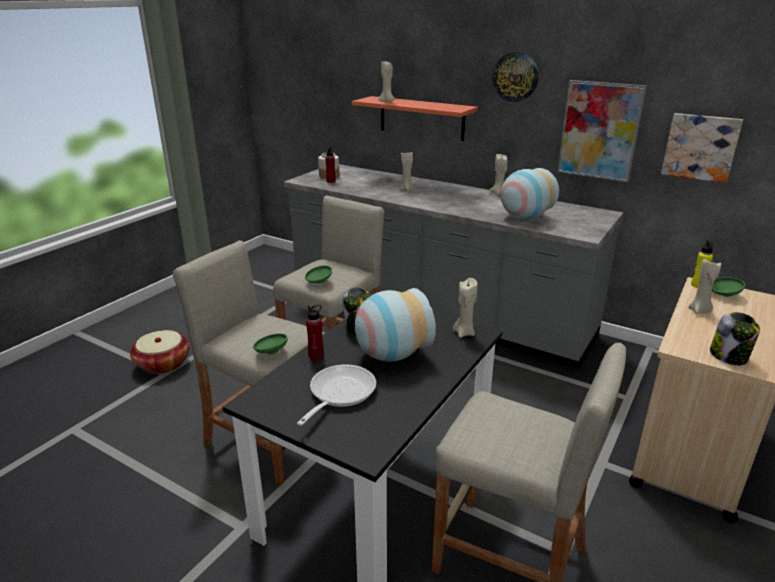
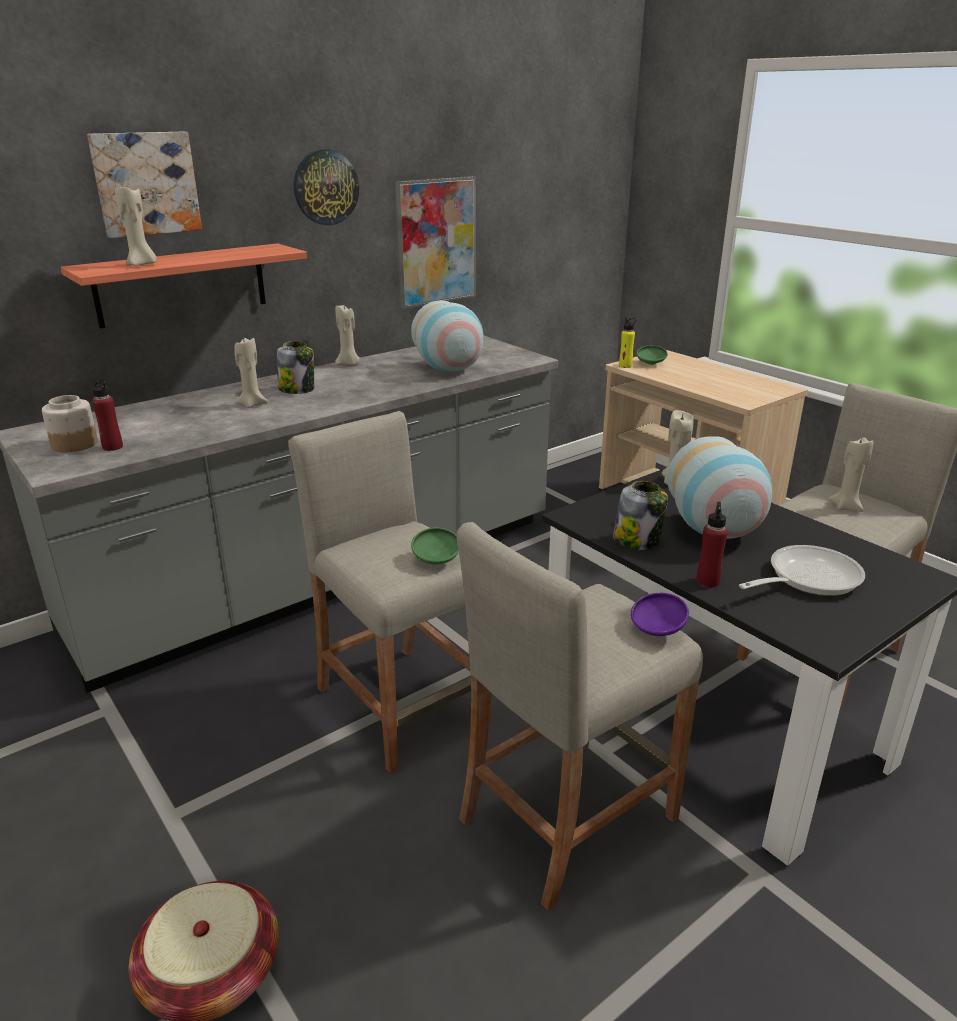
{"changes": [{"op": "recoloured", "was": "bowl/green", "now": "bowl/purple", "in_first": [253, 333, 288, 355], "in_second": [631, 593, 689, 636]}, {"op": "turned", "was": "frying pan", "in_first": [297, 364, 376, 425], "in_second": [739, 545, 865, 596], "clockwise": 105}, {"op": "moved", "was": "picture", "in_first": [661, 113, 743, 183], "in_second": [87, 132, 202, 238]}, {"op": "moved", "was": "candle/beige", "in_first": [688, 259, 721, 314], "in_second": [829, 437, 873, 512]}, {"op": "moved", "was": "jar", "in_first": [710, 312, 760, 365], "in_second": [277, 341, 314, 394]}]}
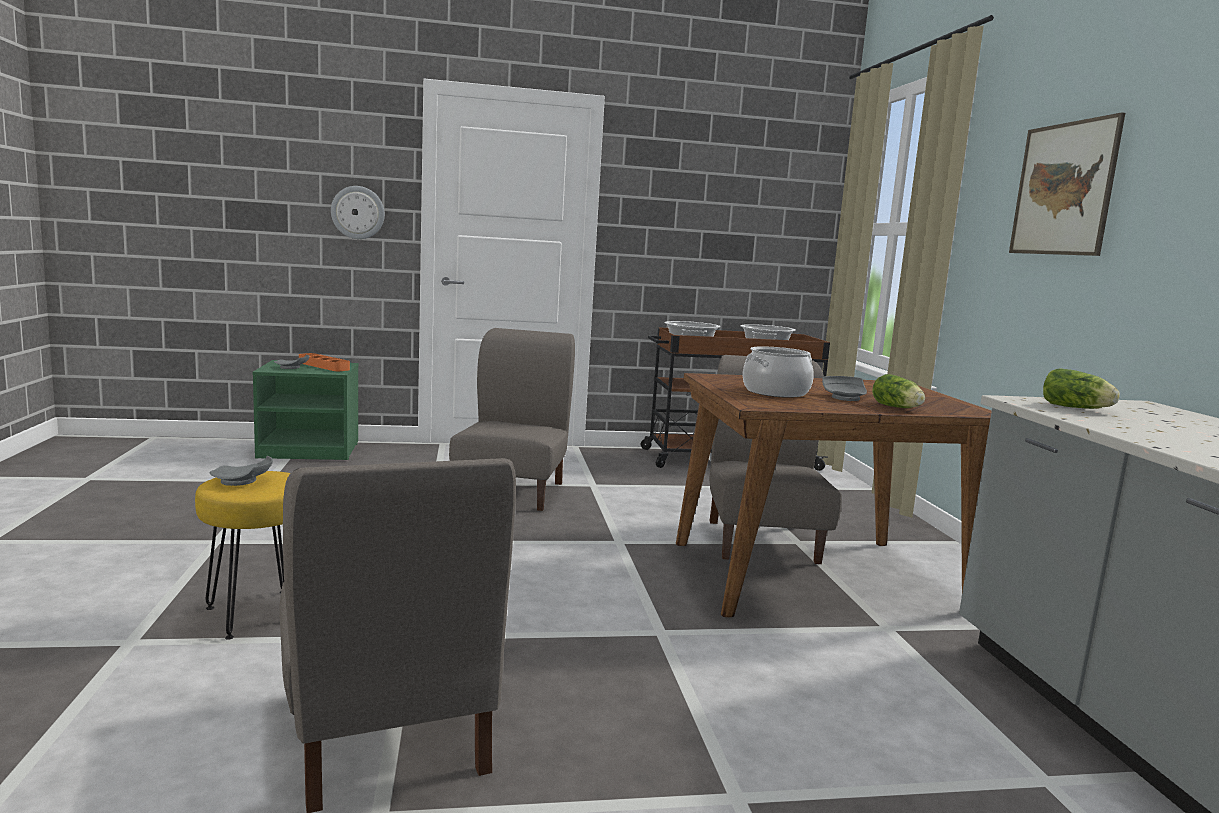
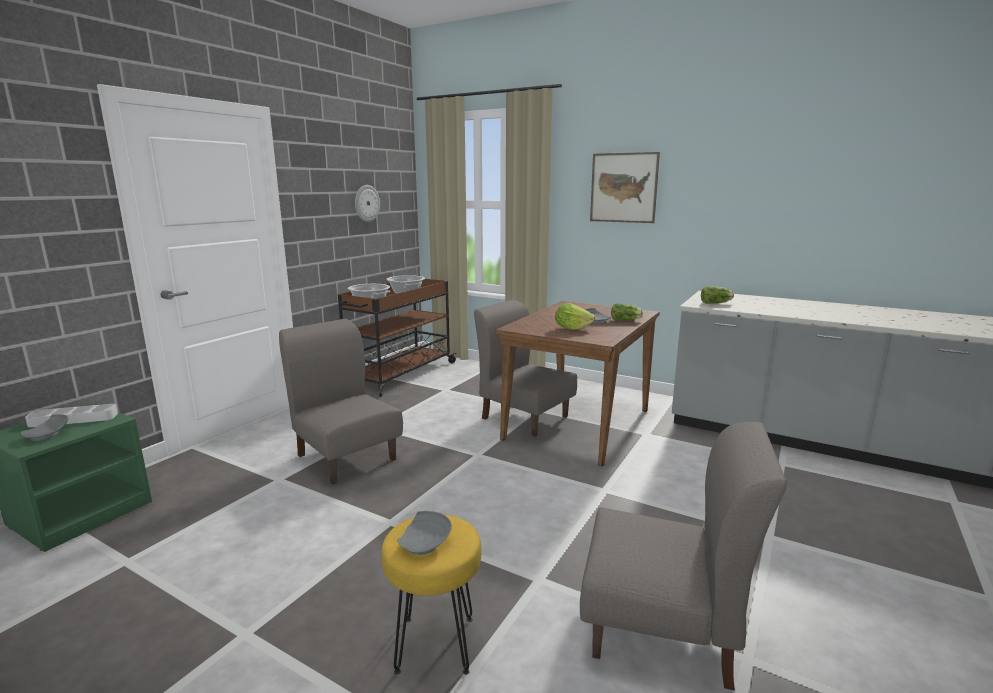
{"changes": [{"op": "recoloured", "was": "tray/orange", "now": "tray/grey", "in_first": [299, 353, 350, 371], "in_second": [25, 404, 118, 427]}, {"op": "moved", "was": "wall clock", "in_first": [331, 186, 385, 239], "in_second": [355, 185, 380, 222]}, {"op": "replaced", "was": "cooking pot", "now": "lettuce", "in_first": [743, 346, 814, 398], "in_second": [555, 303, 596, 330]}]}
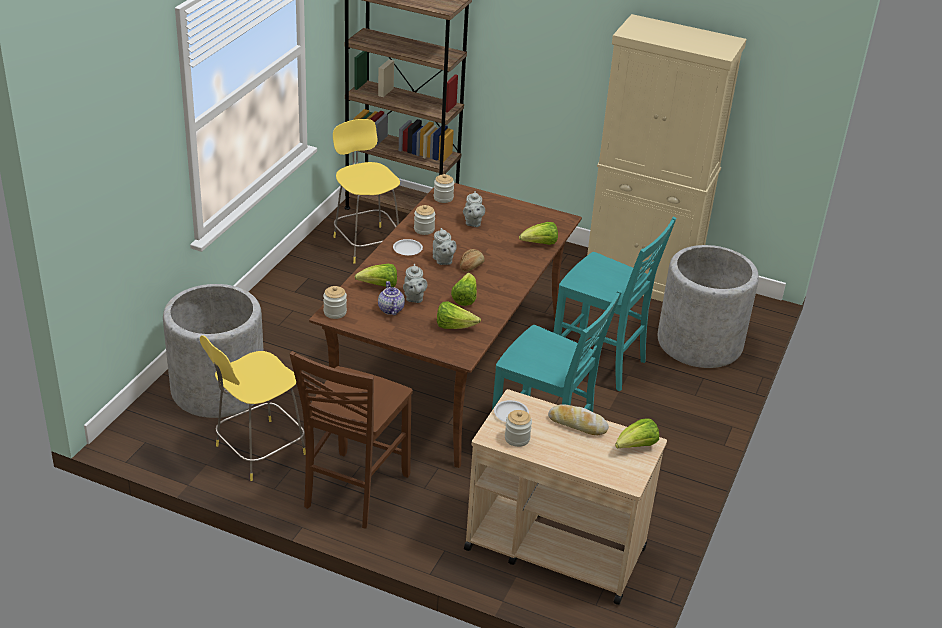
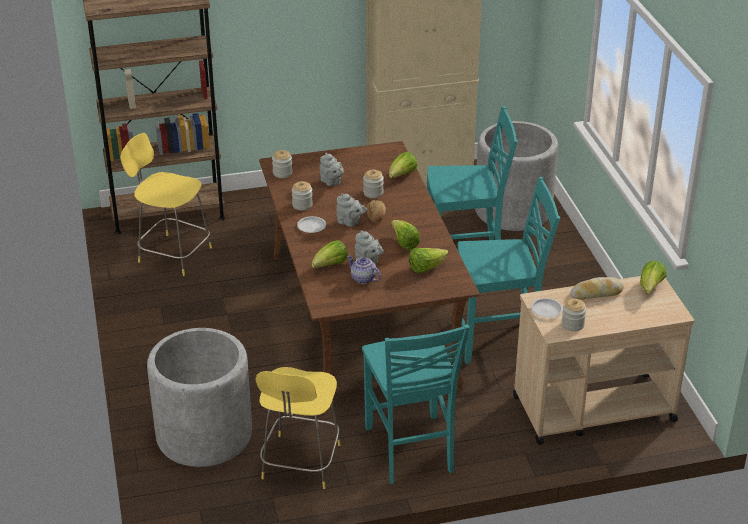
{"changes": [{"op": "recoloured", "was": "chair/brown", "now": "chair/turquoise", "in_first": [290, 351, 413, 529], "in_second": [362, 324, 470, 484]}, {"op": "moved", "was": "jar", "in_first": [323, 286, 347, 319], "in_second": [363, 170, 384, 198]}]}
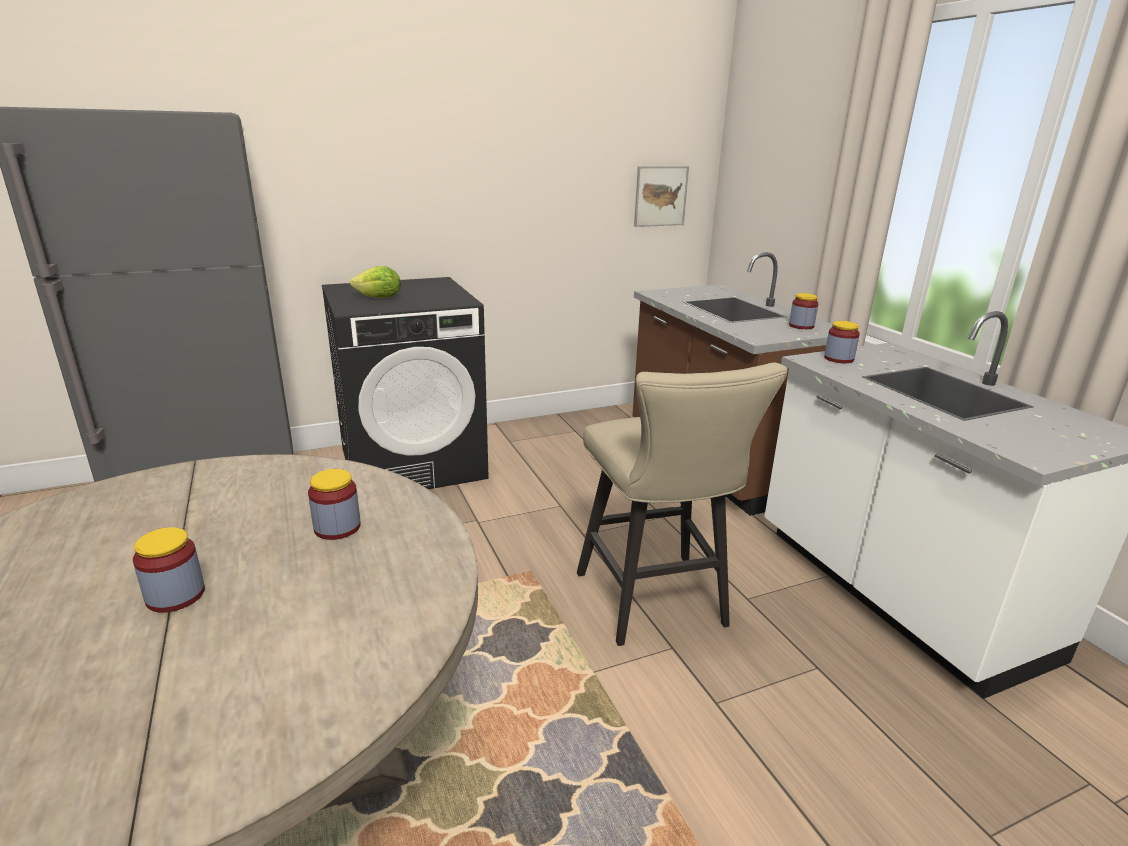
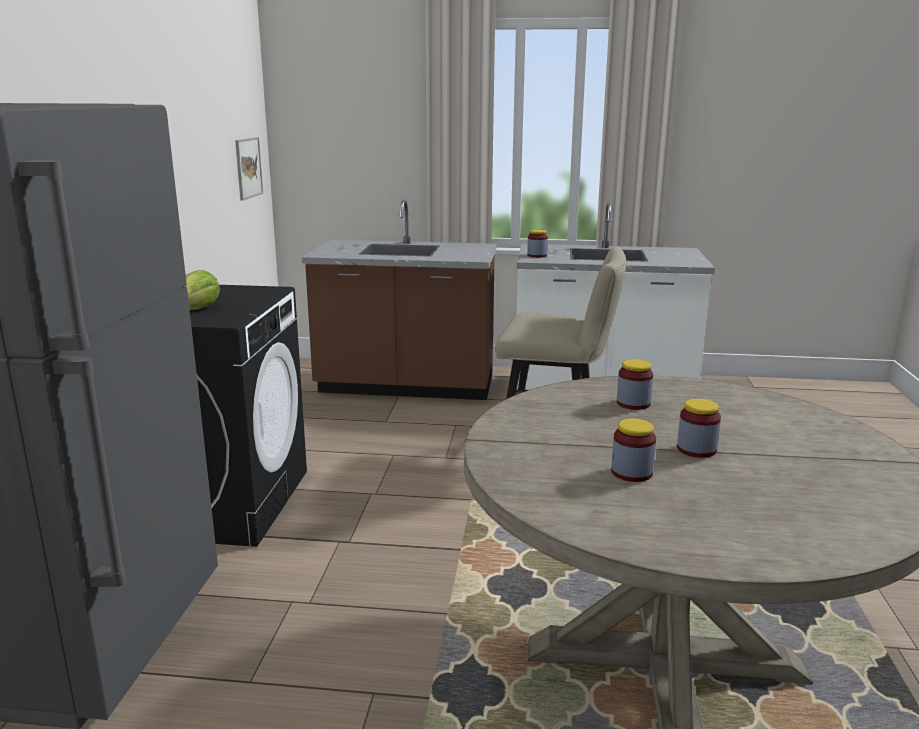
{"changes": [{"op": "moved", "was": "jar", "in_first": [789, 293, 819, 329], "in_second": [611, 418, 656, 482]}]}
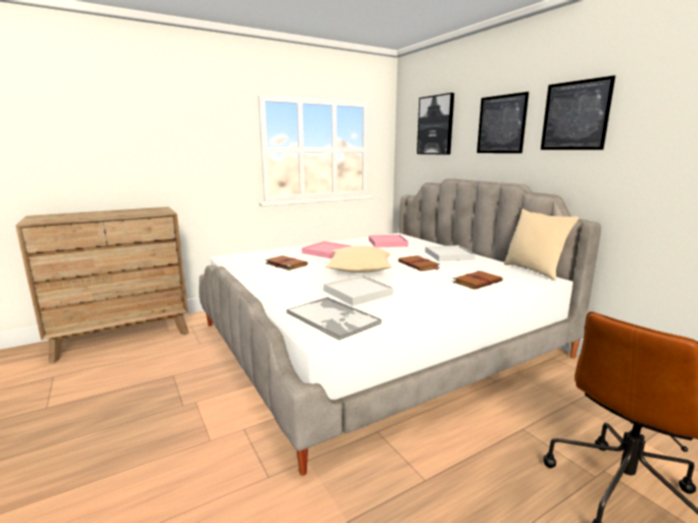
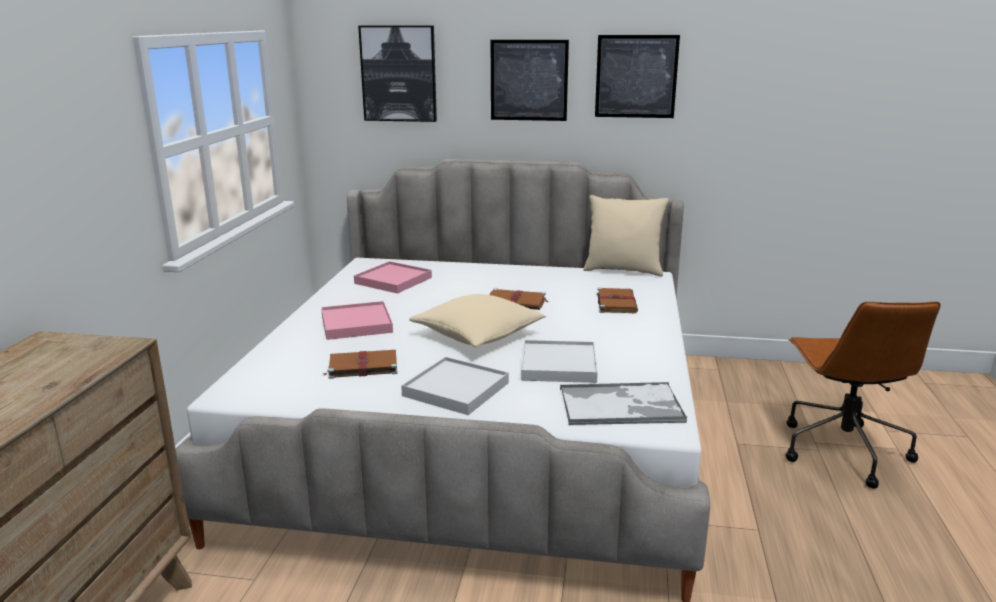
{"changes": [{"op": "moved", "was": "tray/white", "in_first": [425, 245, 476, 261], "in_second": [401, 357, 509, 415]}]}
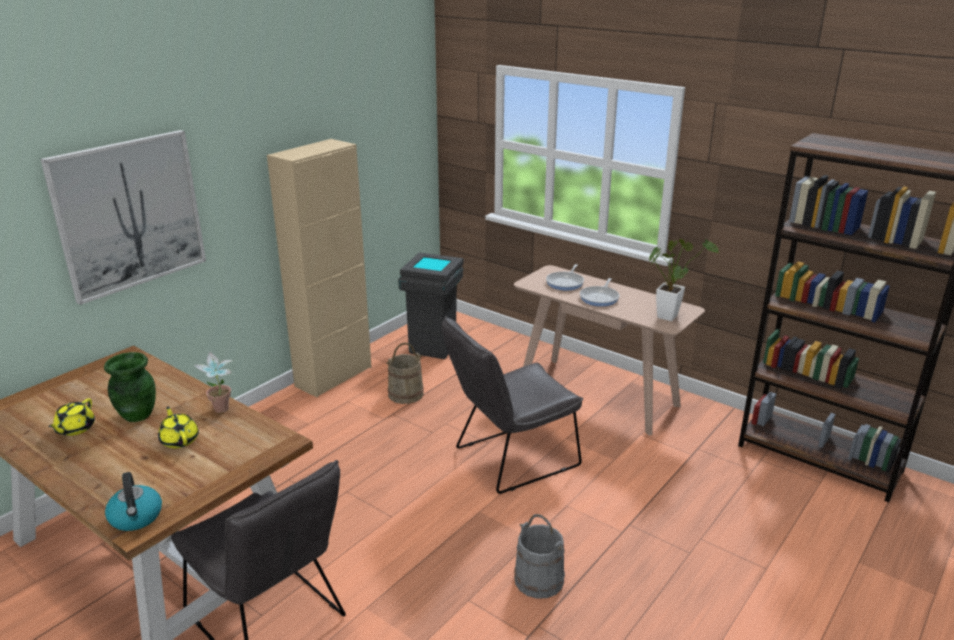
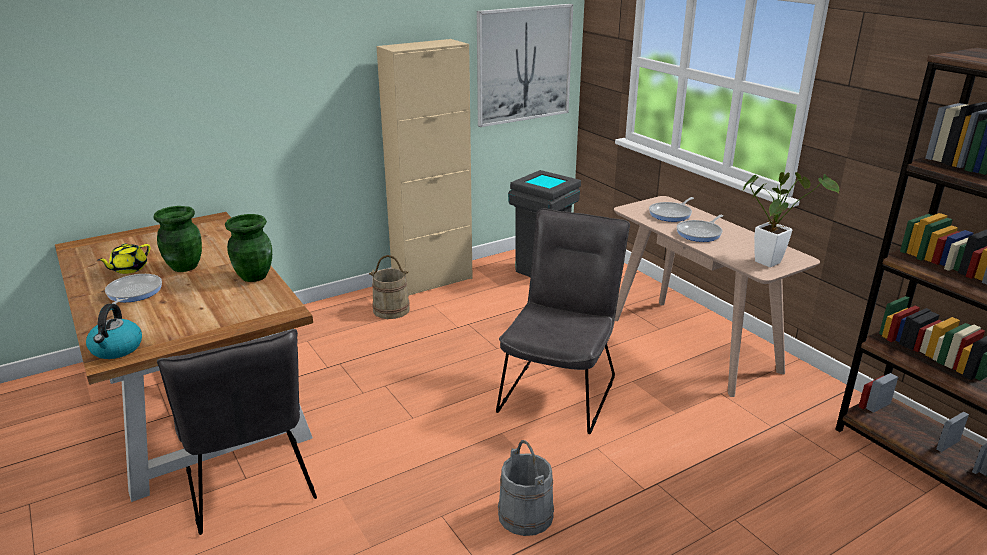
{"changes": [{"op": "moved", "was": "picture", "in_first": [41, 130, 206, 305], "in_second": [477, 4, 573, 127]}, {"op": "removed", "was": "teapot/yellow", "in_first": [158, 406, 199, 448]}, {"op": "replaced", "was": "potted plant", "now": "vase/green", "in_first": [194, 351, 233, 413], "in_second": [225, 214, 272, 282]}, {"op": "moved", "was": "bucket/beige", "in_first": [386, 343, 424, 404], "in_second": [369, 255, 410, 319]}, {"op": "turned", "was": "chair/grey", "in_first": [441, 316, 583, 494], "in_second": [496, 208, 630, 434], "clockwise": 120}, {"op": "added", "now": "frying pan", "in_second": [105, 274, 162, 304]}]}
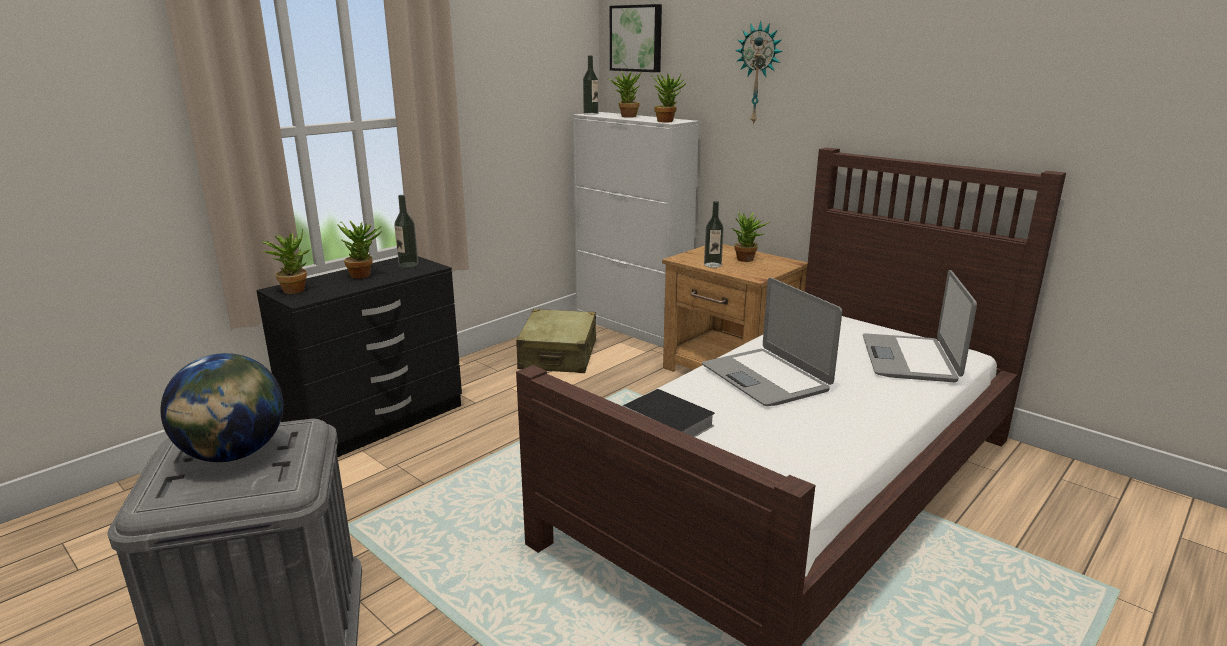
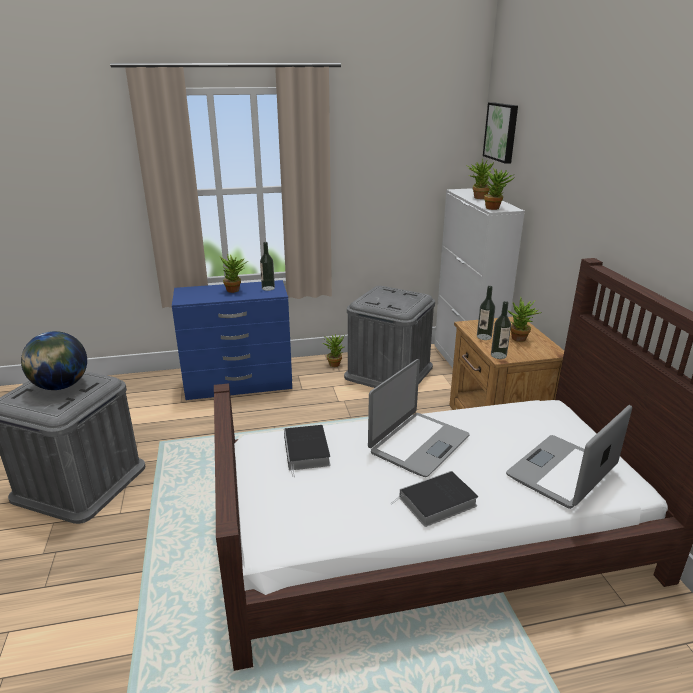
{"changes": [{"op": "recoloured", "was": "dresser/black", "now": "dresser/blue", "in_first": [256, 256, 462, 457], "in_second": [172, 280, 292, 400]}, {"op": "moved", "was": "potted plant", "in_first": [262, 228, 310, 294], "in_second": [323, 334, 345, 367]}, {"op": "replaced", "was": "suitcase/beige", "now": "storage box/grey", "in_first": [516, 309, 596, 373], "in_second": [344, 286, 435, 388]}, {"op": "moved", "was": "bottle", "in_first": [583, 55, 598, 115], "in_second": [491, 301, 511, 359]}, {"op": "turned", "was": "laptop", "in_first": [702, 278, 842, 406], "in_second": [368, 359, 470, 477], "clockwise": -150}, {"op": "removed", "was": "wall clock", "in_first": [735, 21, 783, 125]}, {"op": "added", "now": "book", "in_second": [391, 471, 478, 527]}]}
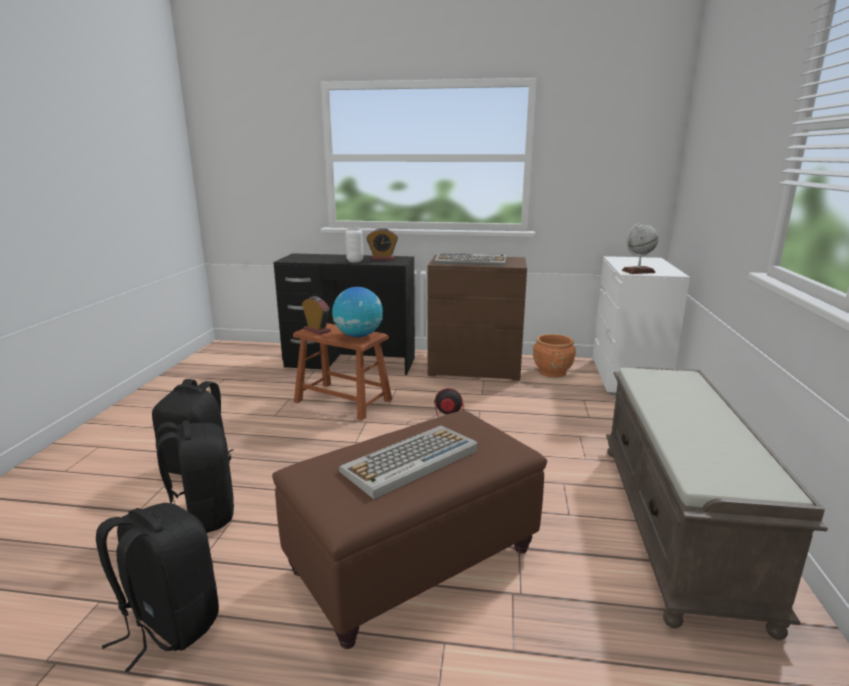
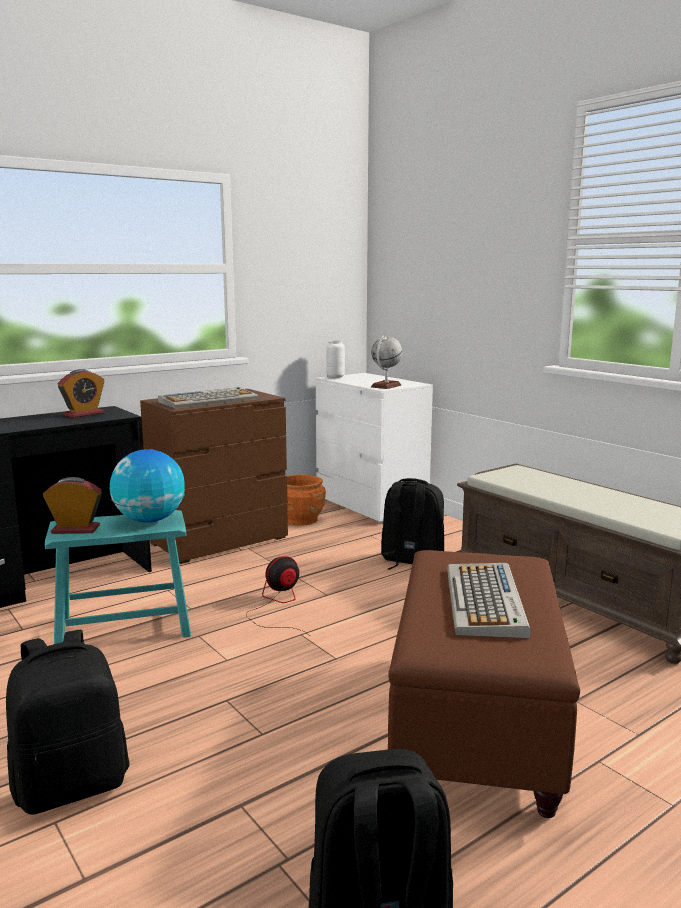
{"changes": [{"op": "moved", "was": "backpack/black", "in_first": [157, 420, 234, 533], "in_second": [381, 478, 444, 570]}, {"op": "recoloured", "was": "stool/brown", "now": "stool/turquoise", "in_first": [293, 323, 392, 421], "in_second": [45, 510, 191, 644]}, {"op": "moved", "was": "vase/white", "in_first": [345, 227, 363, 263], "in_second": [326, 340, 345, 379]}]}
